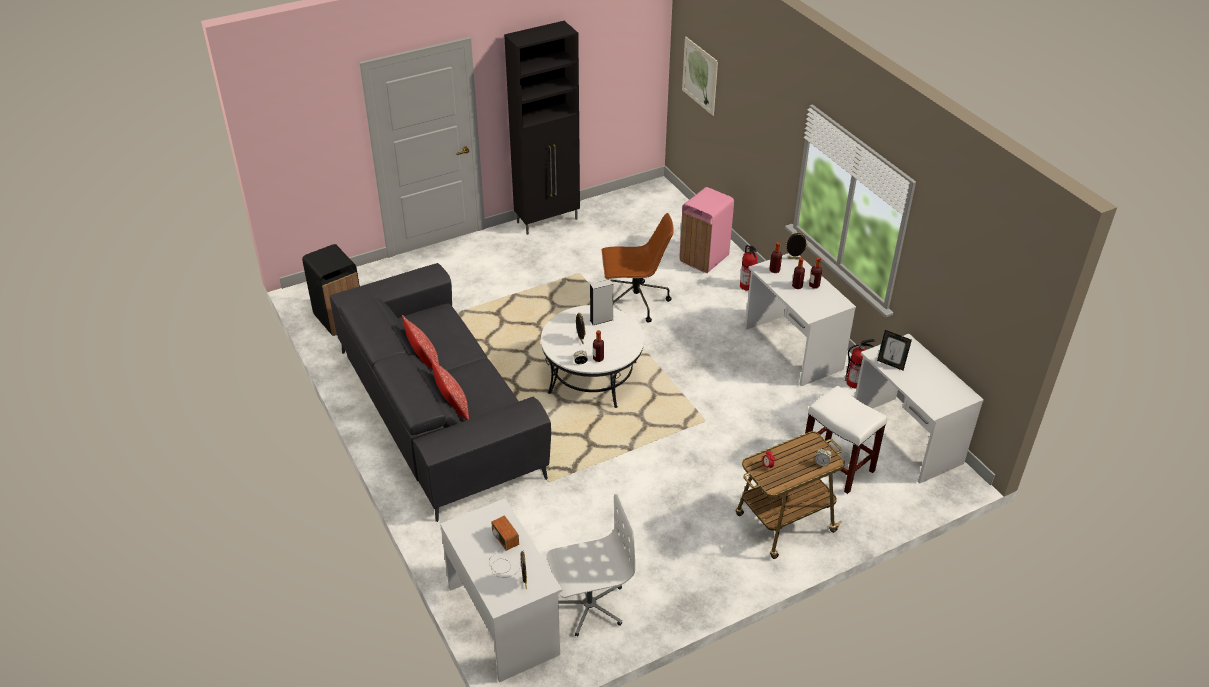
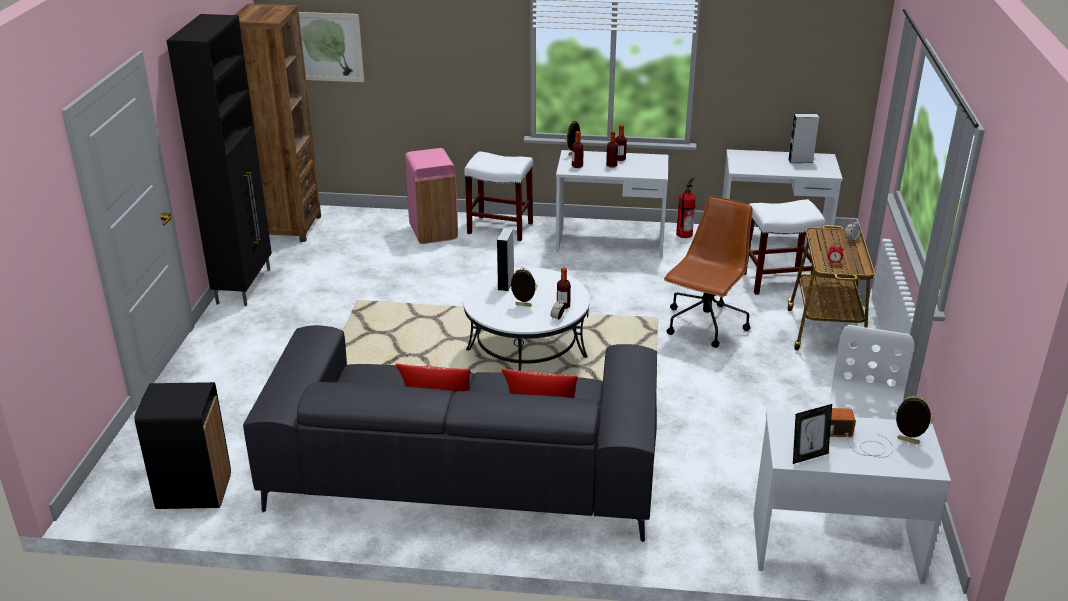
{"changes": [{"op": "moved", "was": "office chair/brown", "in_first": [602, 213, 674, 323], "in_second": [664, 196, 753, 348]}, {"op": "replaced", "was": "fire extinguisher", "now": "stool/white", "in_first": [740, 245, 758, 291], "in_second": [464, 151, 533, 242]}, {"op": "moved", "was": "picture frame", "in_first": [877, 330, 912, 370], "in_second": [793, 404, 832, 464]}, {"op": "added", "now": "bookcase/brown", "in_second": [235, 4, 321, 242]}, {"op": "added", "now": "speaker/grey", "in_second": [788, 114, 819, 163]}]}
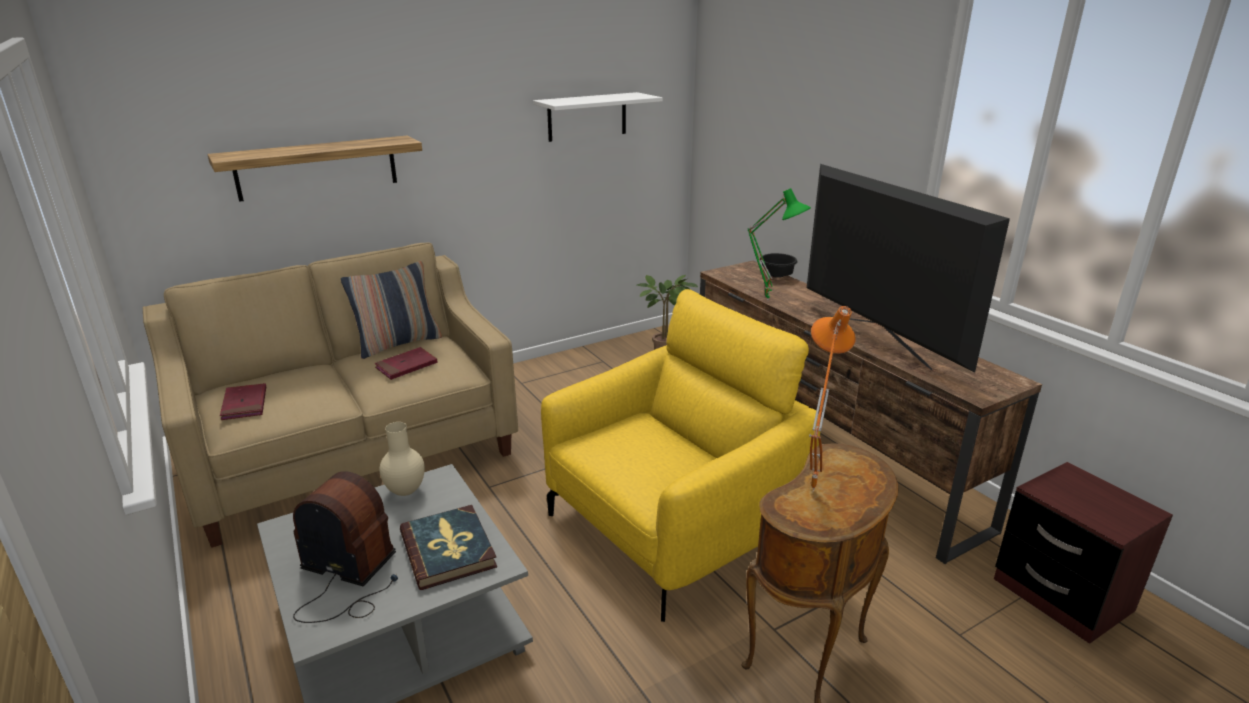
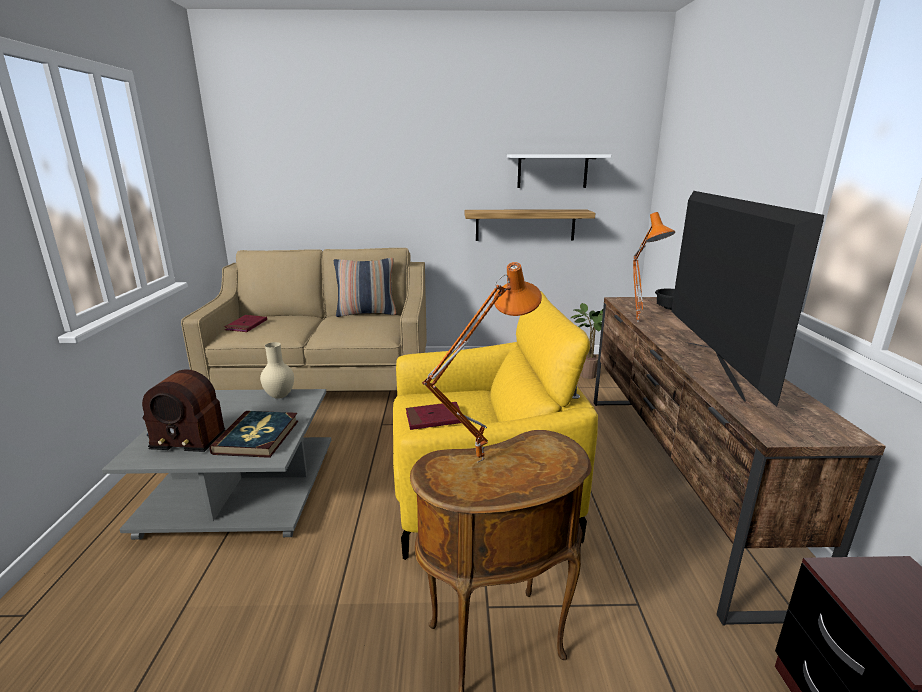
{"changes": [{"op": "moved", "was": "shelf", "in_first": [207, 136, 422, 202], "in_second": [465, 209, 595, 241]}, {"op": "turned", "was": "radio", "in_first": [293, 471, 398, 623], "in_second": [142, 369, 226, 452], "clockwise": 135}, {"op": "moved", "was": "book/red", "in_first": [375, 347, 438, 380], "in_second": [406, 402, 461, 430]}, {"op": "recoloured", "was": "table lamp/green", "now": "table lamp/orange", "in_first": [747, 188, 811, 301], "in_second": [633, 212, 675, 323]}]}
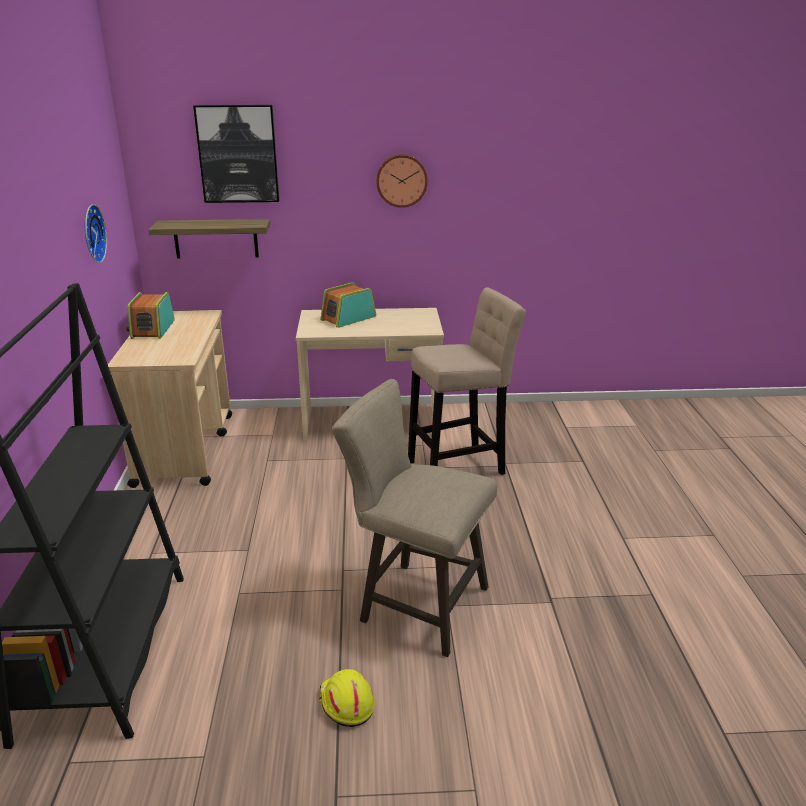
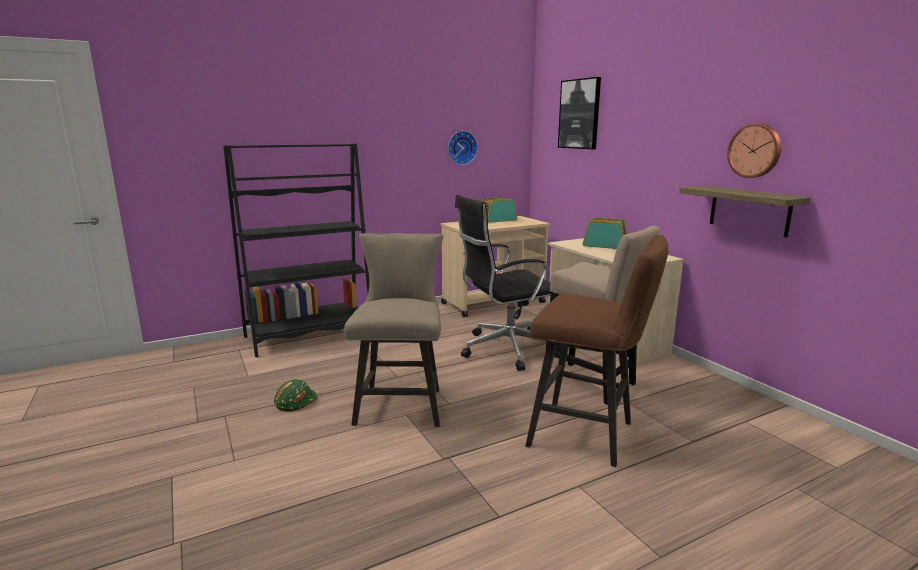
{"changes": [{"op": "moved", "was": "shelf", "in_first": [148, 219, 270, 259], "in_second": [679, 186, 811, 237]}, {"op": "recoloured", "was": "hard hat/yellow", "now": "hard hat/green", "in_first": [319, 669, 375, 727], "in_second": [274, 379, 318, 412]}, {"op": "moved", "was": "wall clock", "in_first": [376, 154, 428, 208], "in_second": [727, 124, 781, 178]}, {"op": "added", "now": "office chair/black", "in_second": [455, 195, 561, 371]}, {"op": "added", "now": "stool/brown", "in_second": [525, 235, 669, 467]}]}
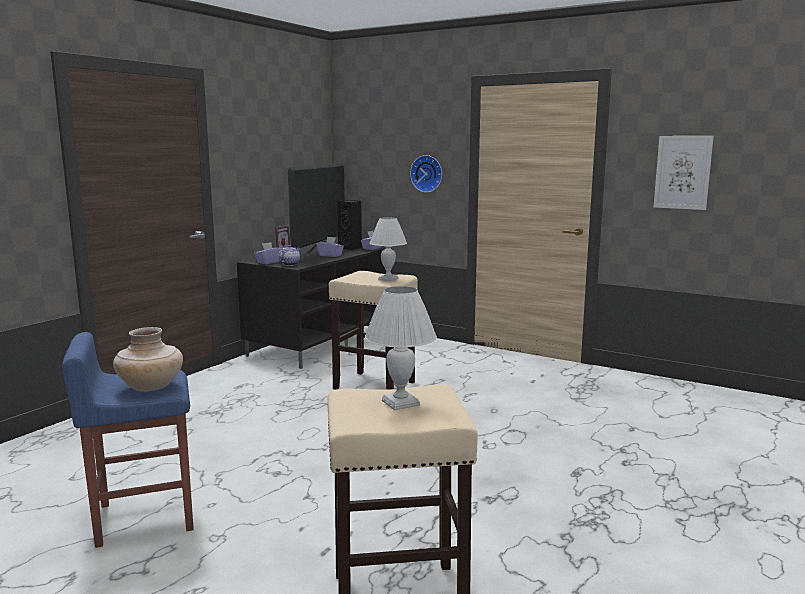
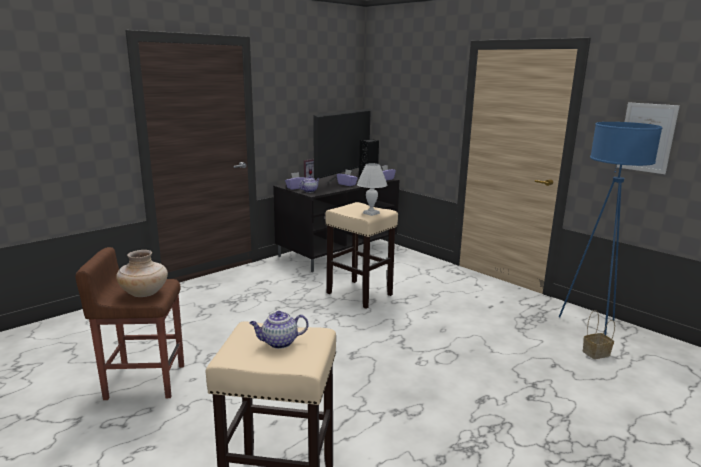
{"changes": [{"op": "recoloured", "was": "stool/blue", "now": "stool/brown", "in_first": [62, 332, 194, 548], "in_second": [75, 247, 184, 400]}, {"op": "replaced", "was": "table lamp/white", "now": "teapot", "in_first": [365, 286, 437, 411], "in_second": [249, 311, 309, 349]}, {"op": "removed", "was": "wall clock", "in_first": [410, 155, 442, 193]}, {"op": "added", "now": "floor lamp/blue", "in_second": [559, 122, 662, 335]}, {"op": "added", "now": "basket", "in_second": [583, 310, 615, 359]}]}
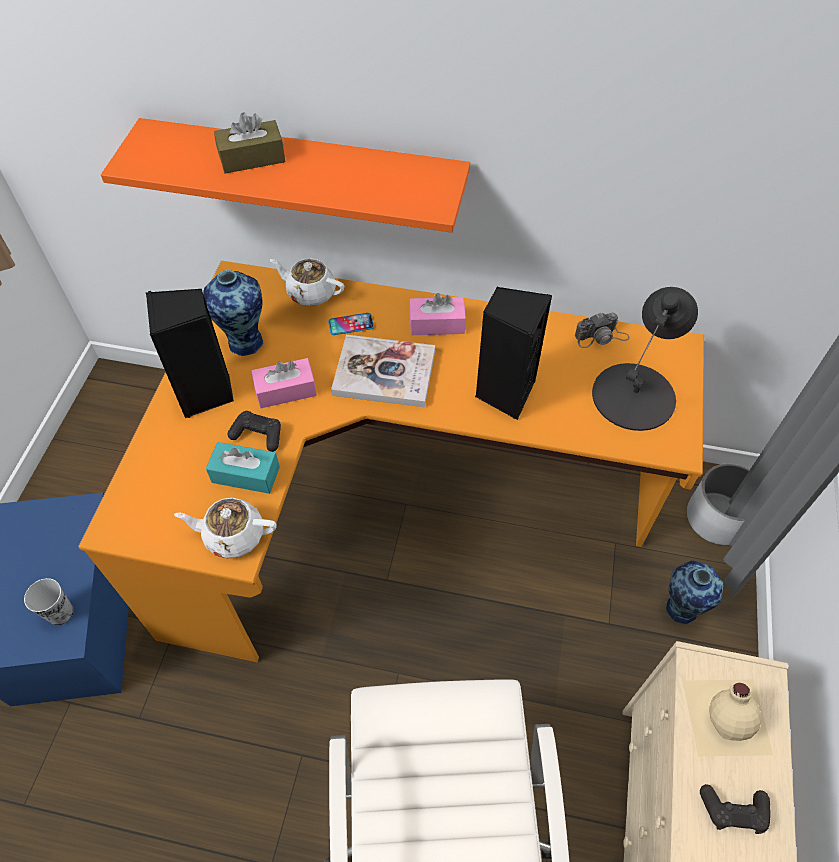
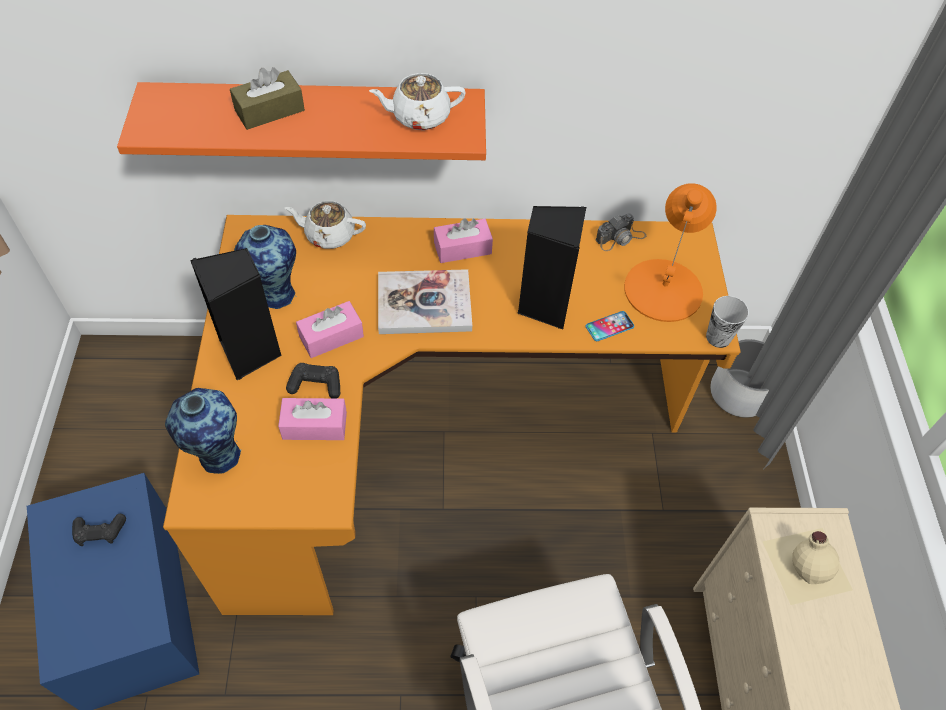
{"changes": [{"op": "moved", "was": "cup", "in_first": [24, 578, 74, 625], "in_second": [706, 296, 749, 348]}, {"op": "moved", "was": "teapot/white", "in_first": [174, 498, 277, 559], "in_second": [369, 73, 466, 130]}, {"op": "recoloured", "was": "tissue box/turquoise", "now": "tissue box/pink", "in_first": [206, 442, 280, 494], "in_second": [278, 398, 347, 440]}, {"op": "moved", "was": "phone", "in_first": [328, 313, 374, 335], "in_second": [586, 311, 634, 341]}, {"op": "recoloured", "was": "table lamp/black", "now": "table lamp/orange", "in_first": [592, 287, 698, 431], "in_second": [624, 183, 717, 322]}, {"op": "moved", "was": "vase", "in_first": [665, 561, 724, 624], "in_second": [165, 388, 241, 474]}, {"op": "moved", "was": "game controller/black", "in_first": [700, 784, 770, 834], "in_second": [72, 514, 126, 546]}]}
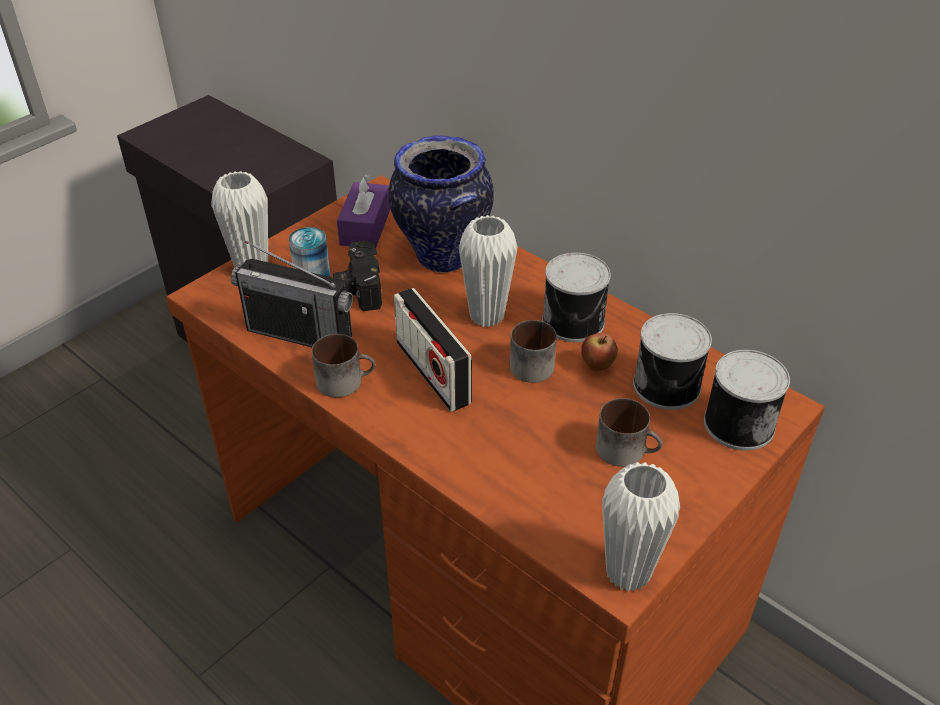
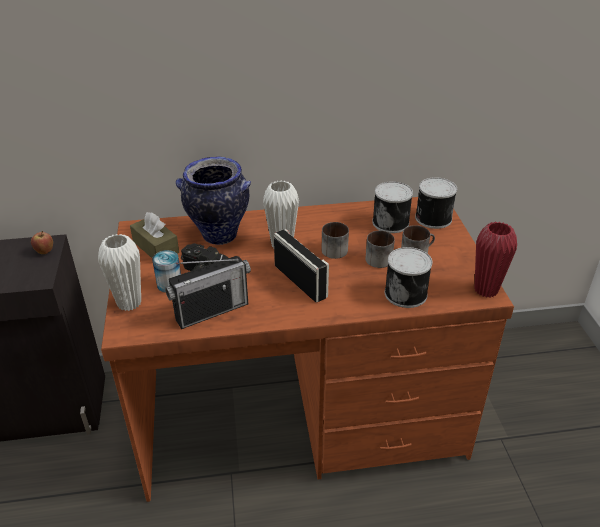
{"changes": [{"op": "moved", "was": "mug", "in_first": [312, 334, 376, 397], "in_second": [365, 231, 395, 268]}, {"op": "recoloured", "was": "tissue box/purple", "now": "tissue box/brown", "in_first": [337, 174, 391, 248], "in_second": [130, 212, 179, 258]}, {"op": "turned", "was": "radio", "in_first": [394, 288, 472, 412], "in_second": [274, 229, 329, 302], "clockwise": -135}, {"op": "moved", "was": "can", "in_first": [542, 253, 611, 342], "in_second": [385, 247, 432, 308]}, {"op": "moved", "was": "apple", "in_first": [581, 333, 618, 371], "in_second": [31, 231, 53, 254]}, {"op": "recoloured", "was": "vase/white", "now": "vase/red", "in_first": [602, 462, 680, 592], "in_second": [475, 222, 517, 298]}]}
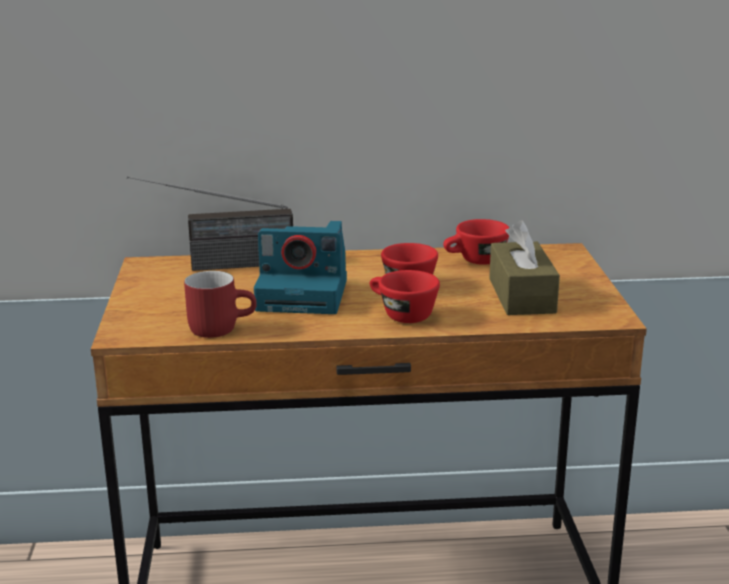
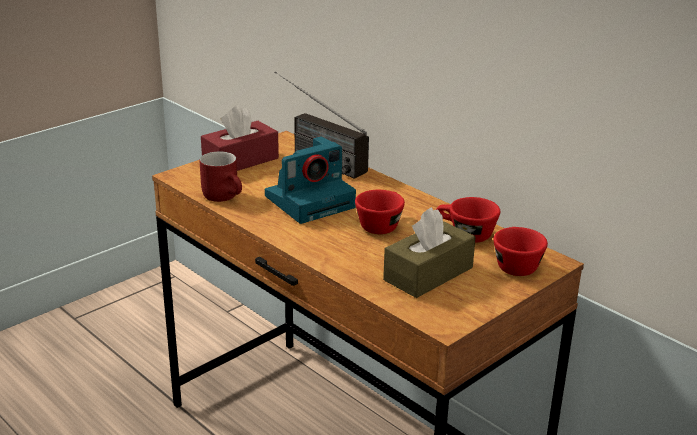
{"changes": [{"op": "turned", "was": "photo camera", "in_first": [254, 221, 347, 314], "in_second": [265, 136, 356, 224], "clockwise": -90}, {"op": "moved", "was": "cup/red", "in_first": [370, 270, 440, 323], "in_second": [493, 227, 548, 276]}, {"op": "added", "now": "tissue box/red", "in_second": [201, 105, 279, 171]}]}
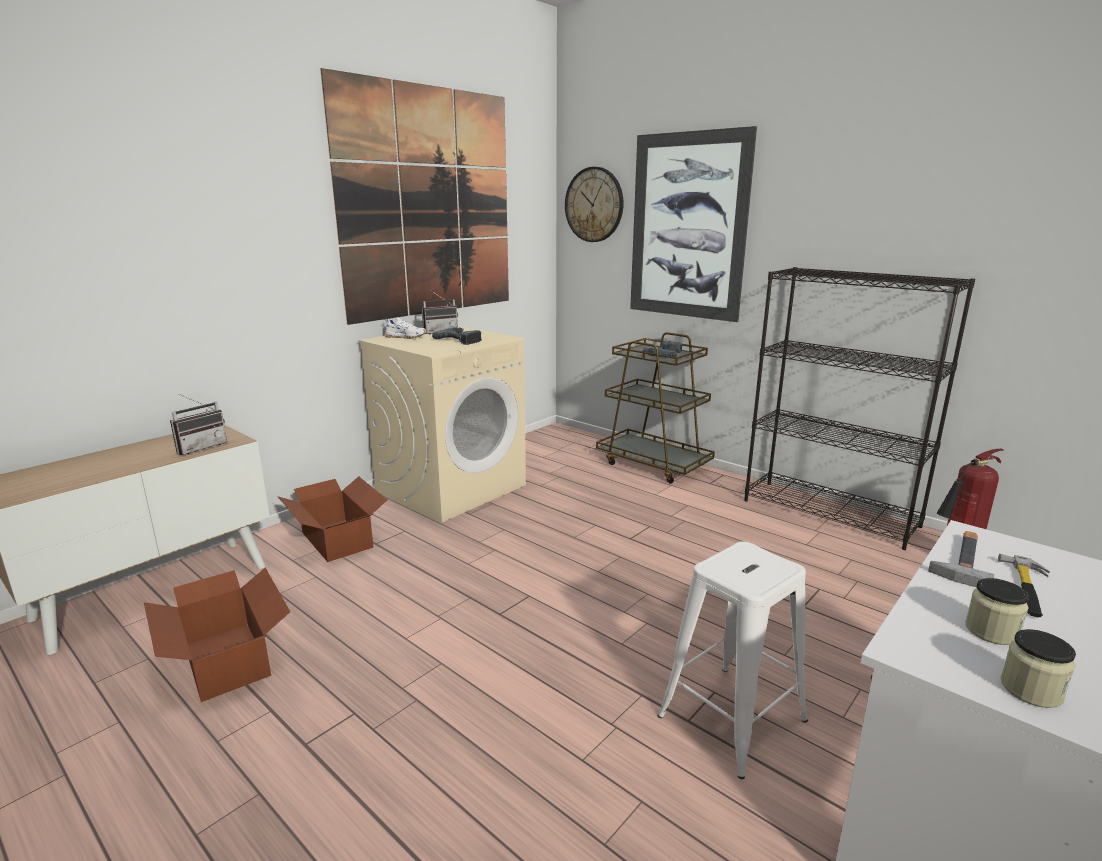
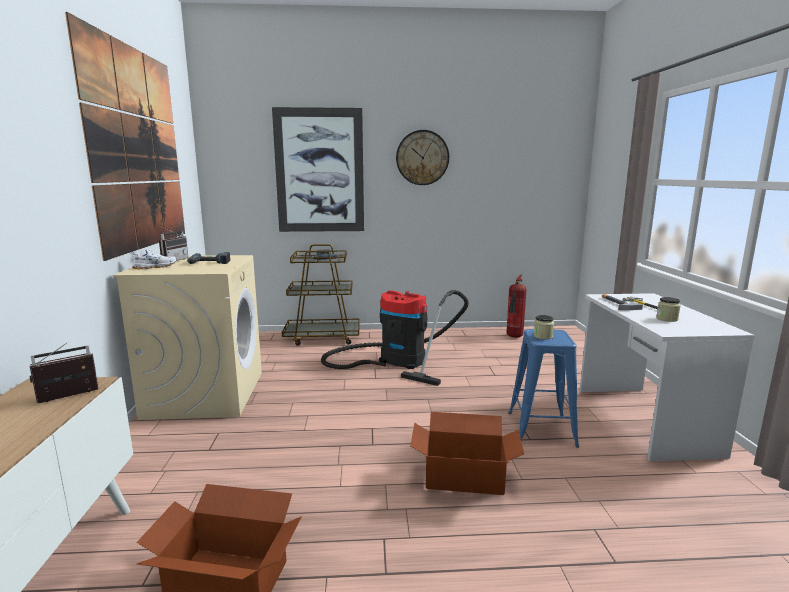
{"changes": [{"op": "turned", "was": "radio", "in_first": [170, 394, 227, 455], "in_second": [29, 343, 98, 403], "clockwise": -120}, {"op": "moved", "was": "cardboard box", "in_first": [277, 476, 387, 562], "in_second": [410, 412, 524, 495]}, {"op": "moved", "was": "wall clock", "in_first": [565, 167, 624, 242], "in_second": [396, 130, 449, 185]}, {"op": "recoloured", "was": "stool/white", "now": "stool/blue", "in_first": [657, 542, 808, 779], "in_second": [508, 329, 579, 448]}, {"op": "removed", "was": "bookcase/black", "in_first": [744, 267, 975, 550]}, {"op": "moved", "was": "jar", "in_first": [1000, 629, 1076, 708], "in_second": [533, 315, 554, 340]}, {"op": "added", "now": "vacuum cleaner", "in_second": [321, 290, 469, 386]}]}
